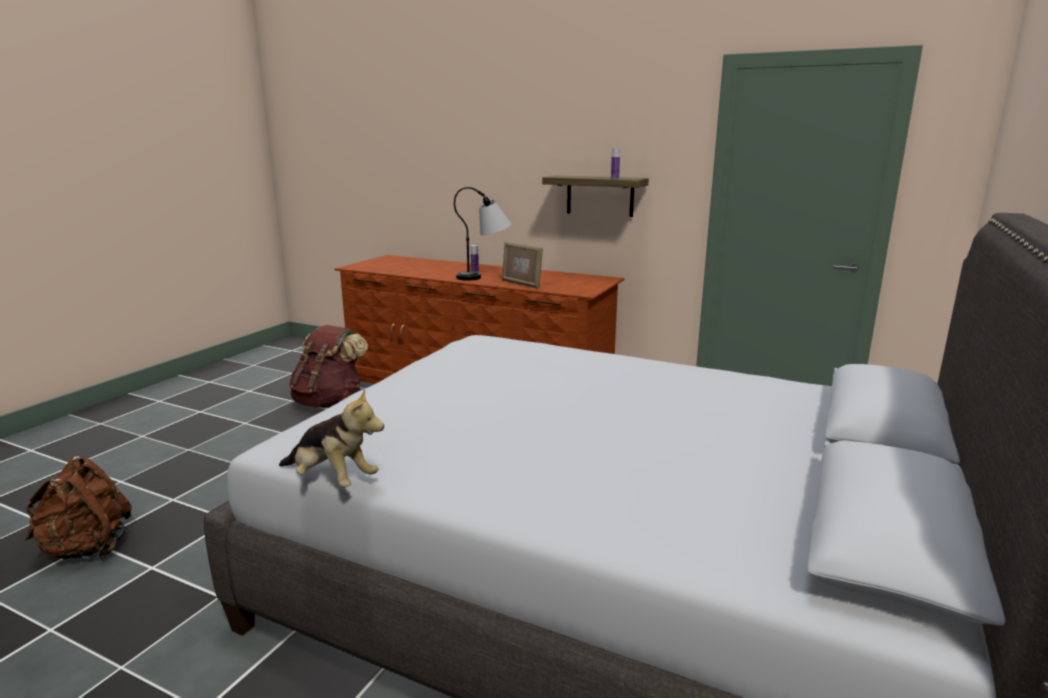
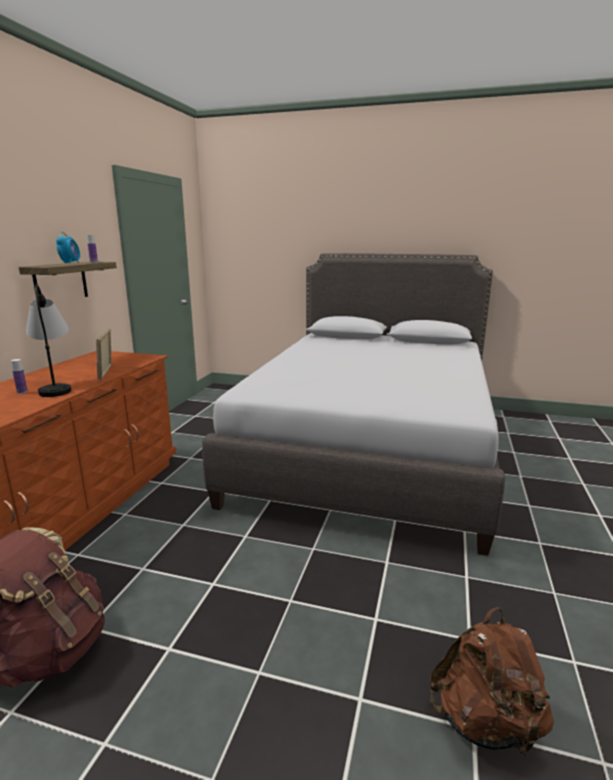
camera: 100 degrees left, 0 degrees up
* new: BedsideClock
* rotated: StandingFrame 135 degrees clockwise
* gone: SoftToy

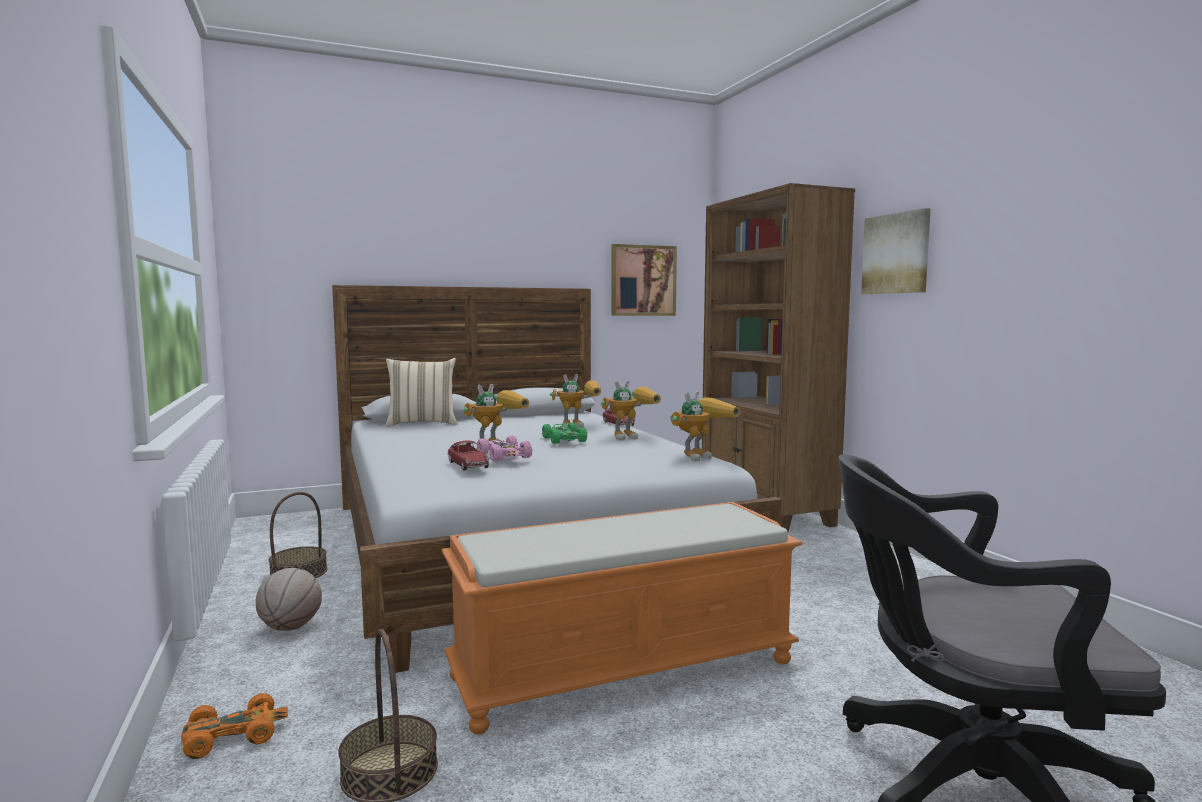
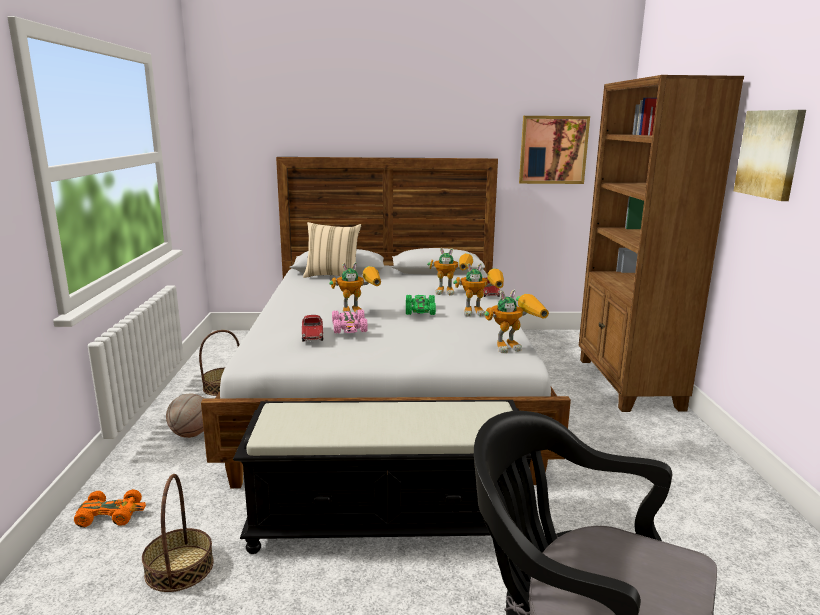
camera: 20 degrees right, 10 degrees up
* repainted: OrangeIndoorBench to BlackishIndoorBench

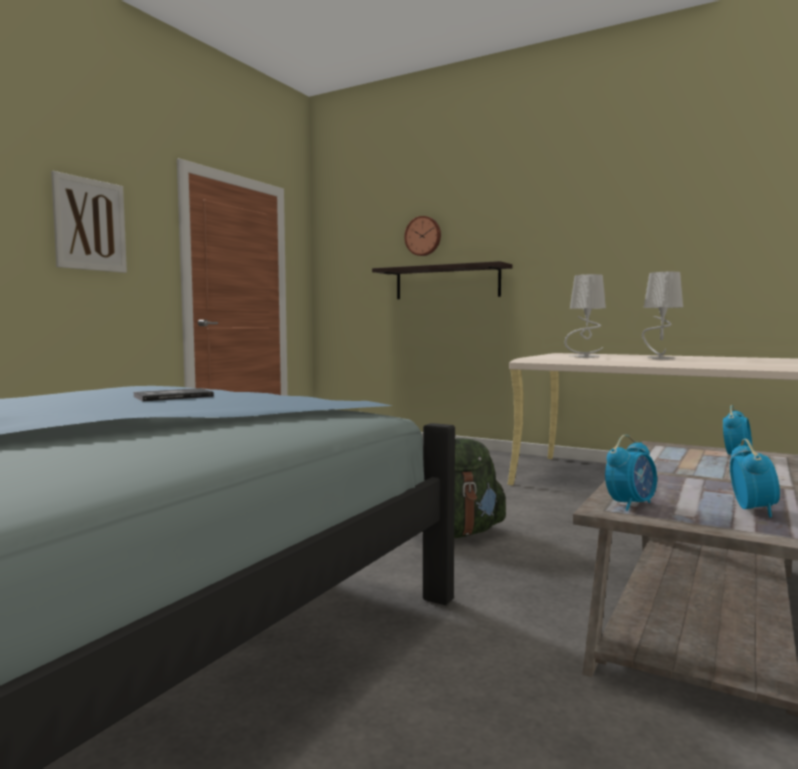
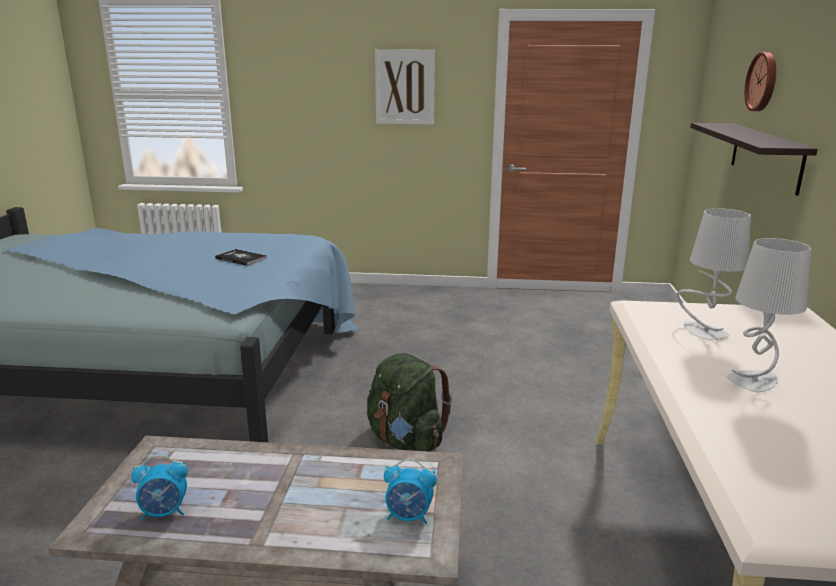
camera: 65 degrees right, 15 degrees up
* gone: BedsideClock (no. 1 from left)

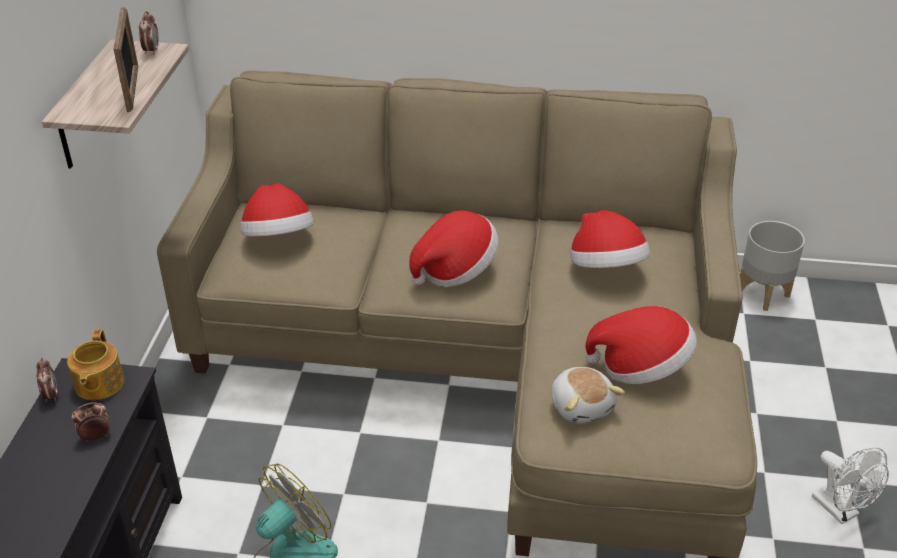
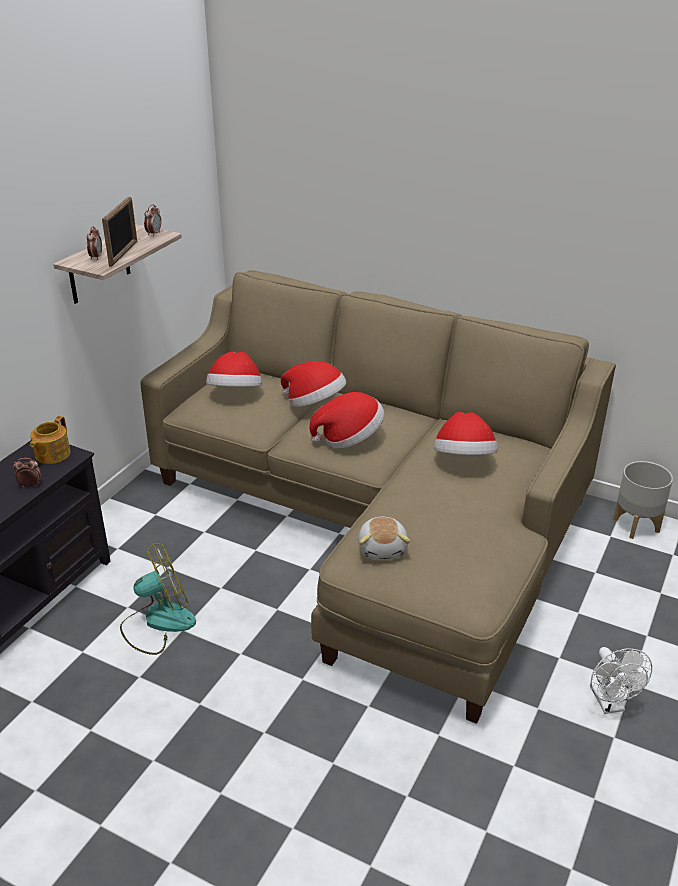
camera: 20 degrees right, 5 degrees down
* shifted: BedsideClock (no. 1 from left in the first image) to BedsideClock (no. 2 from left)
* shifted: WearableHat (no. 4 from left in the first image) to WearableHat (no. 2 from left)

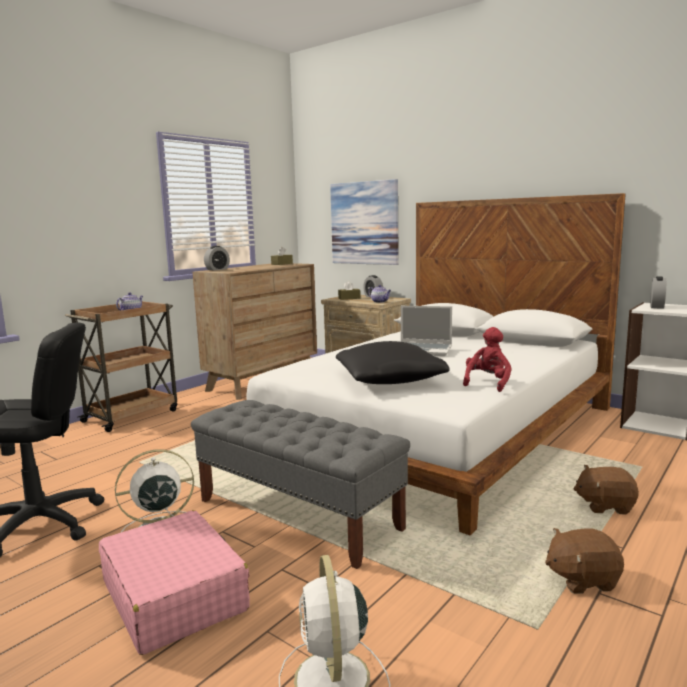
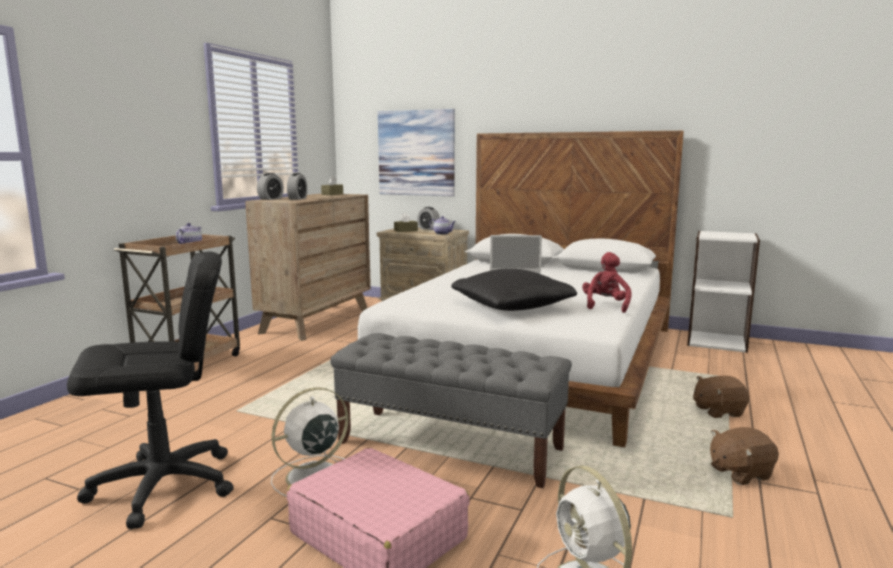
camera: 15 degrees left, 0 degrees up
* shifted: BedsideClock (no. 3 from left in the first image) to BedsideClock (no. 2 from left)

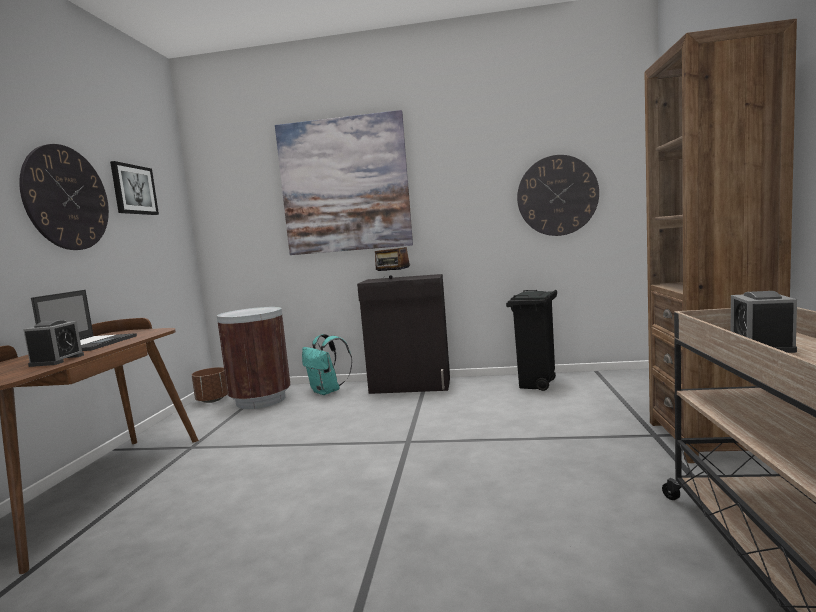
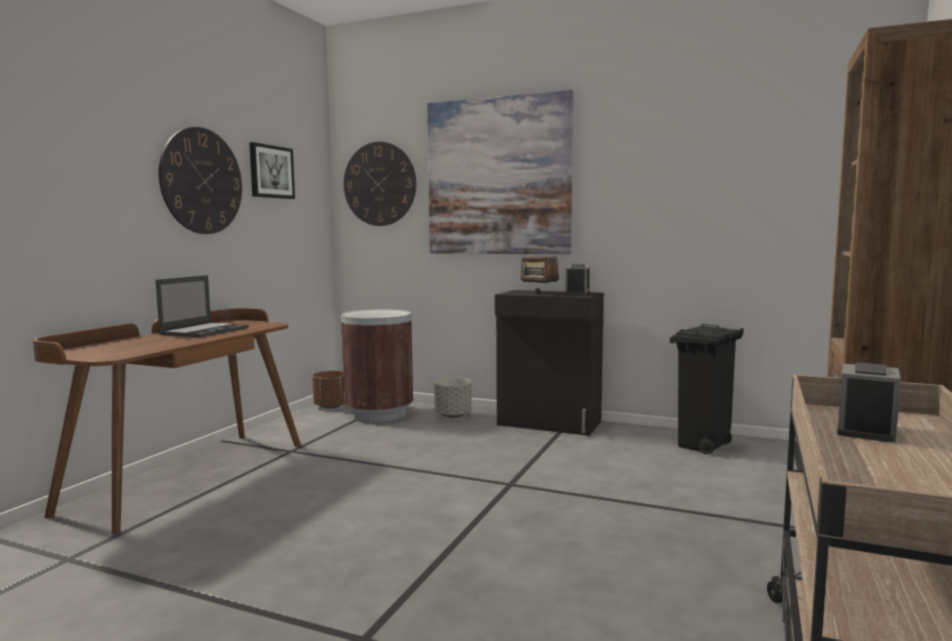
camera: 15 degrees right, 0 degrees up
* shifted: WallClock (no. 2 from left)
* swapped: BlueGreenKnapsack to GreyishFlowerPot
* shifted: BedsideClock (no. 1 from left)

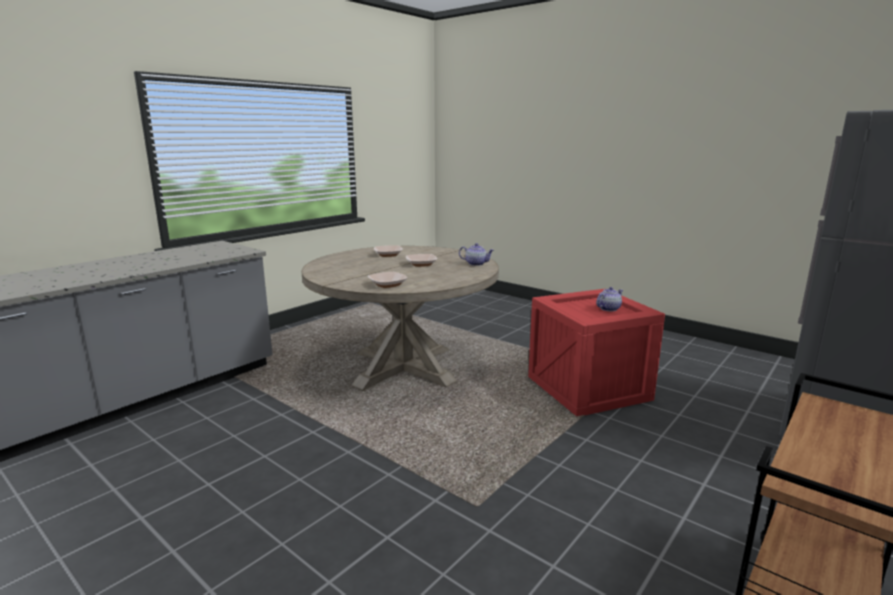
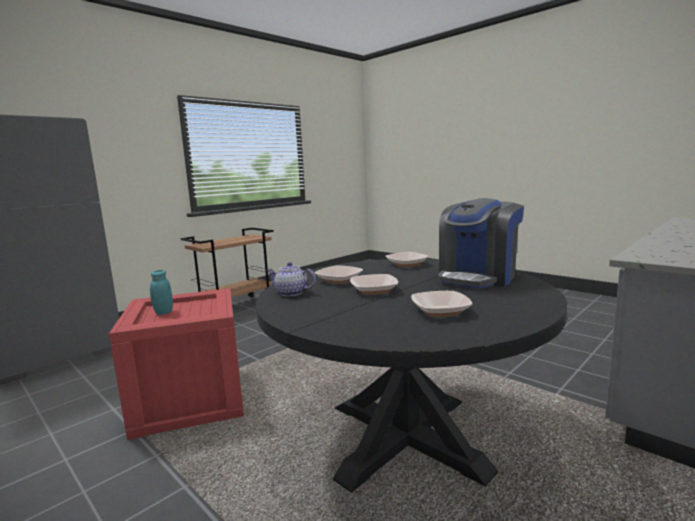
camera: 175 degrees left, 5 degrees down
* swapped: Teapot (no. 2 from left) to BlueGreenJar
* repainted: SandColouredDinnerTable to BlackishDinnerTable
* new: DeepDish (no. 1 from left)
* new: CoffeeMachine

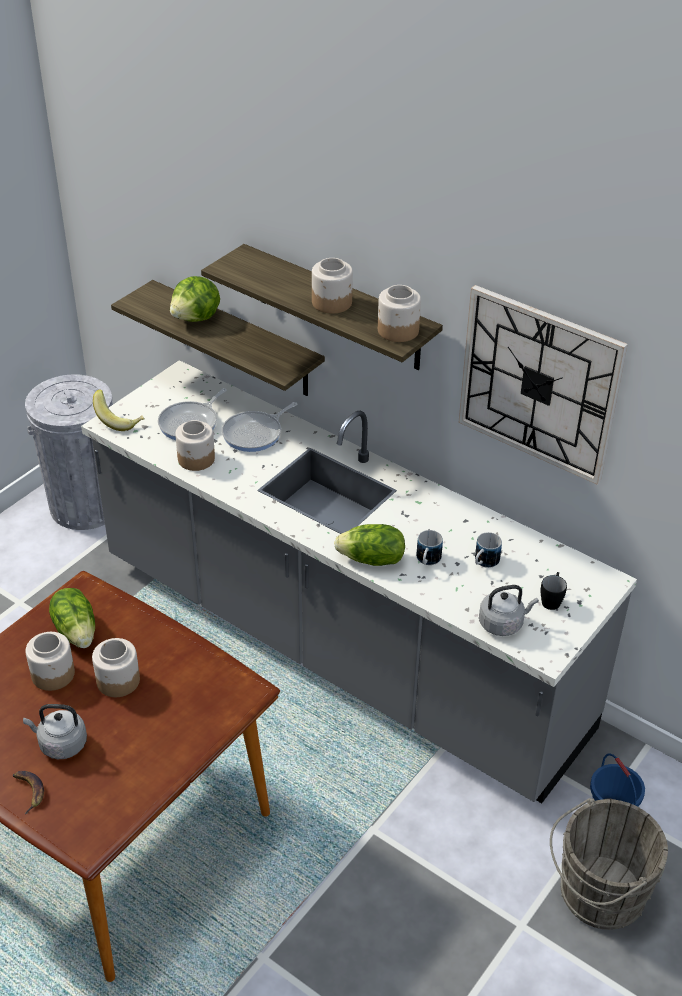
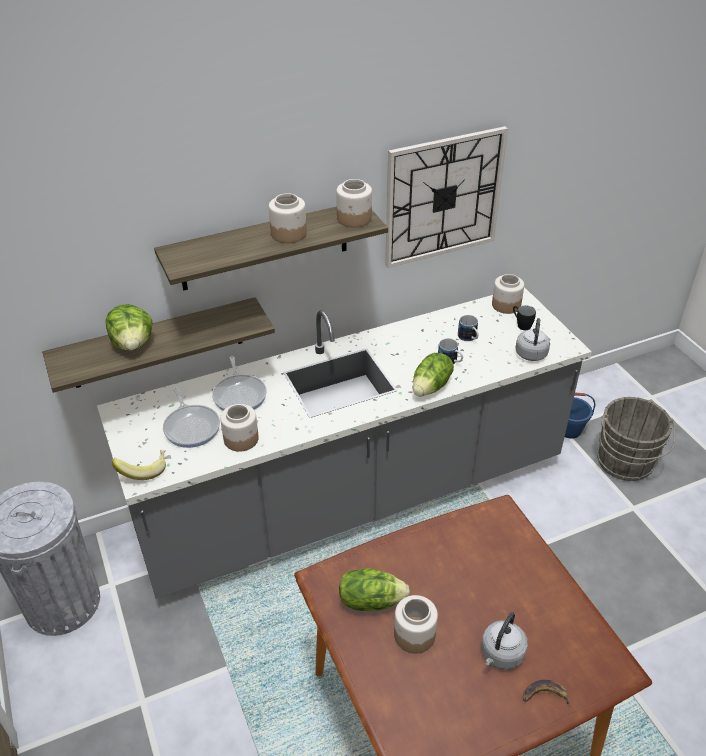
camera: 60 degrees left, 0 degrees up
* shifted: Jar (no. 2 from left in the first image) to Jar (no. 5 from left)

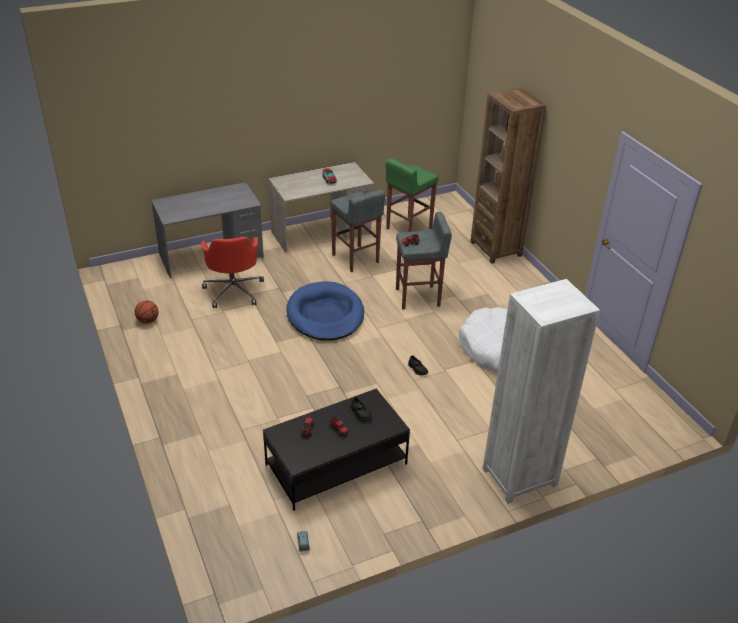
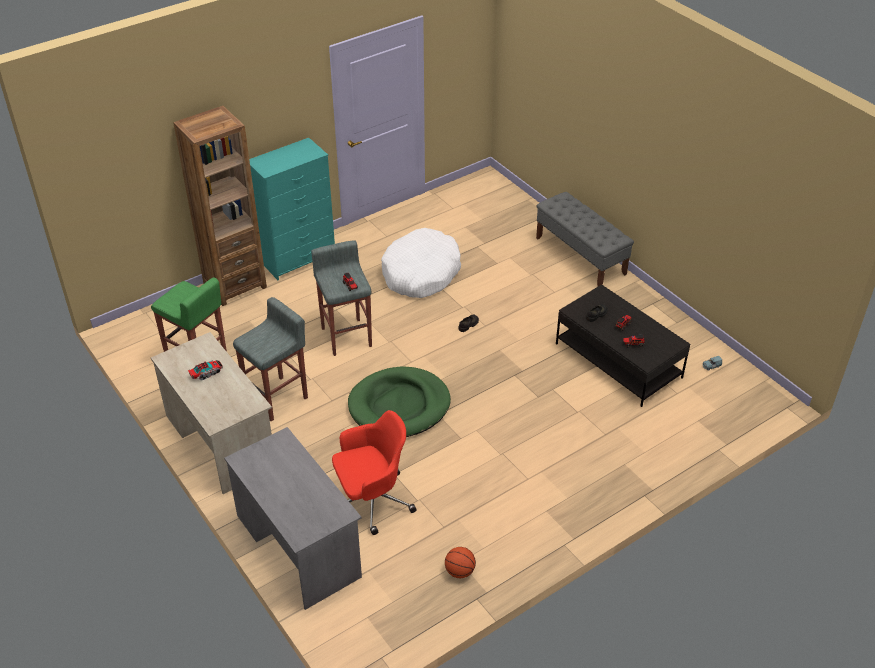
camera: 100 degrees left, 5 degrees up
* new: BlueGreenDrawerChest
* repainted: BluishDogBed to GreenColouredDogBed
* swapped: WhiteColouredBookshelf to GreyishIndoorBench

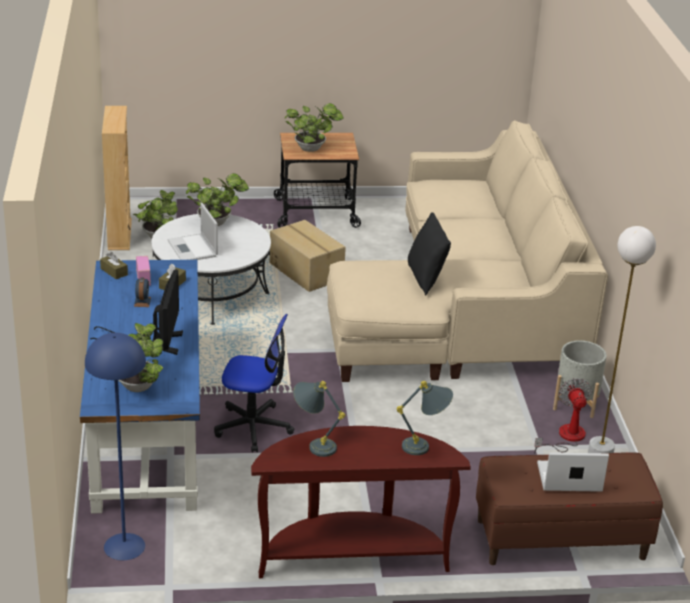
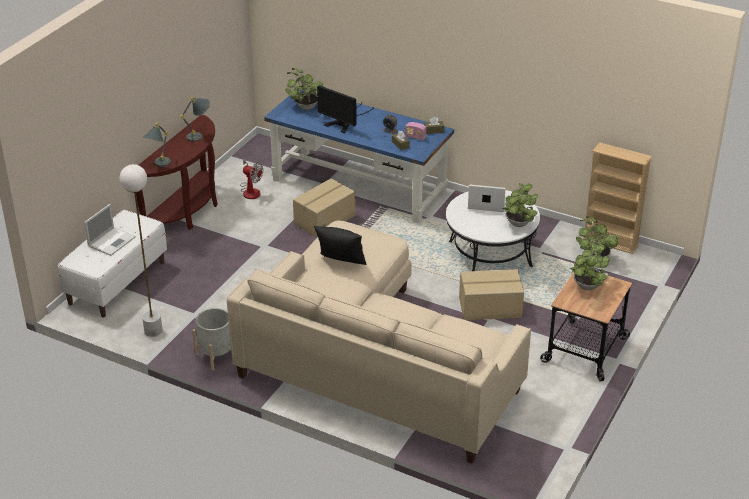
camera: 125 degrees right, 5 degrees up
* repainted: BrownIndoorBench to WhiteColouredIndoorBench
* shifted: ElectricFan
* swapped: OfficeChair to Carton (no. 1 from left)
* gone: BluishStandardLamp

